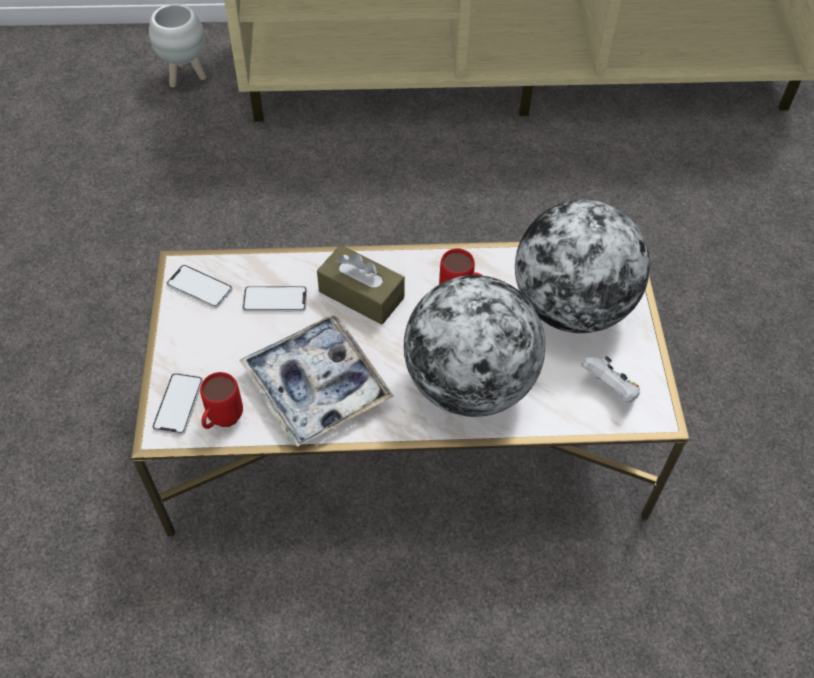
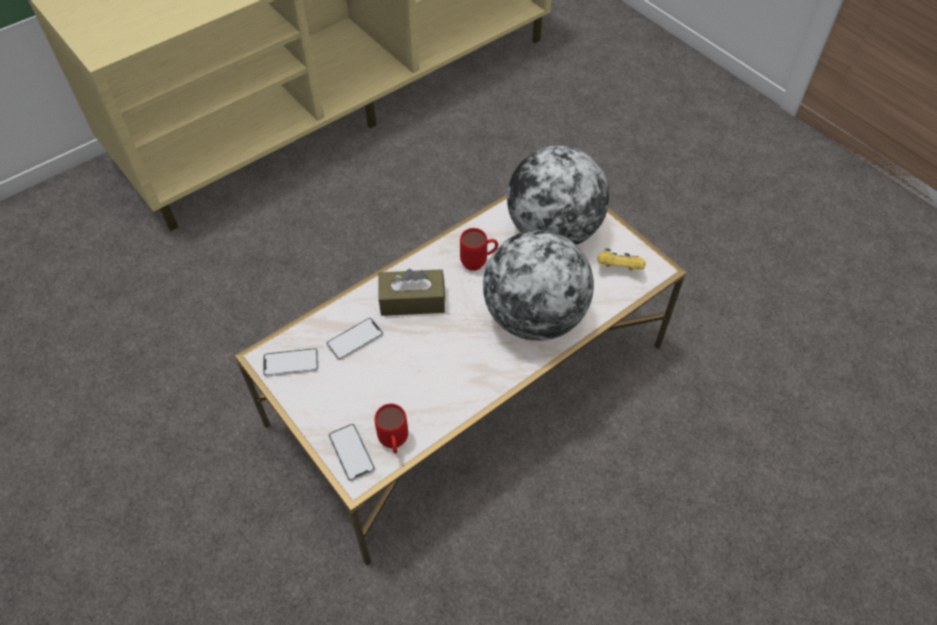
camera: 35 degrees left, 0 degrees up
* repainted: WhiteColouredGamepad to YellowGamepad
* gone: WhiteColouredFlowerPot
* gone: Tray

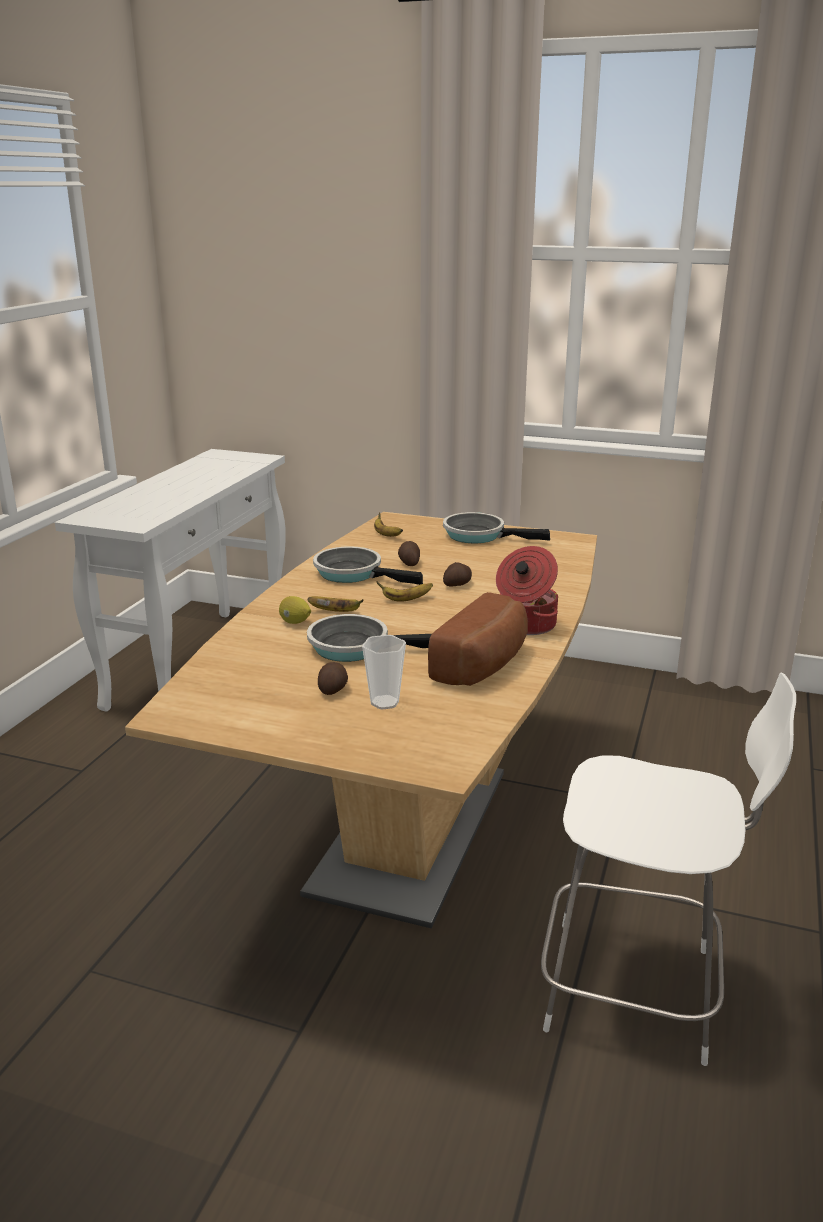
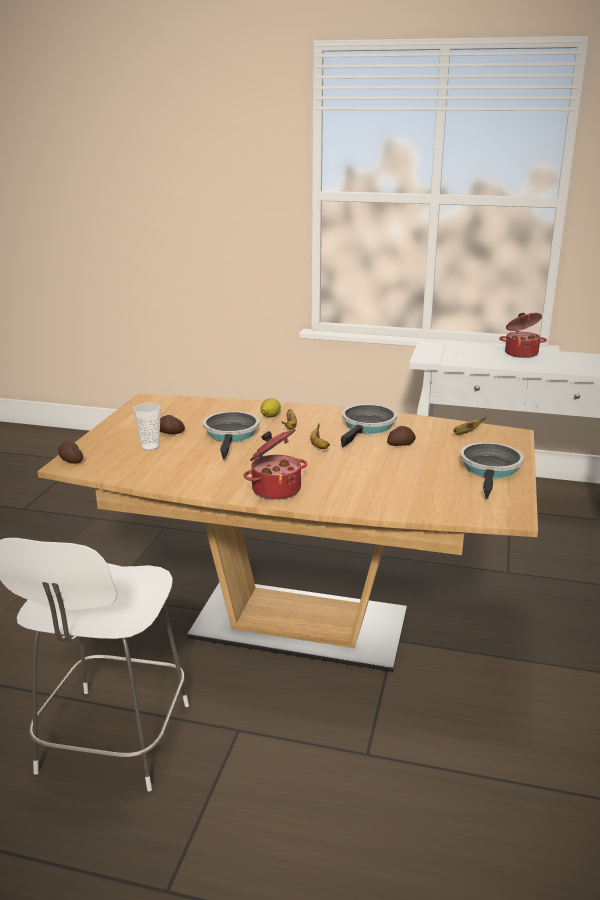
camera: 85 degrees right, 0 degrees up
* shifted: Spud (no. 3 from left in the first image) to Spud (no. 1 from left)
* new: Saucepot (no. 2 from left)
* gone: Bread

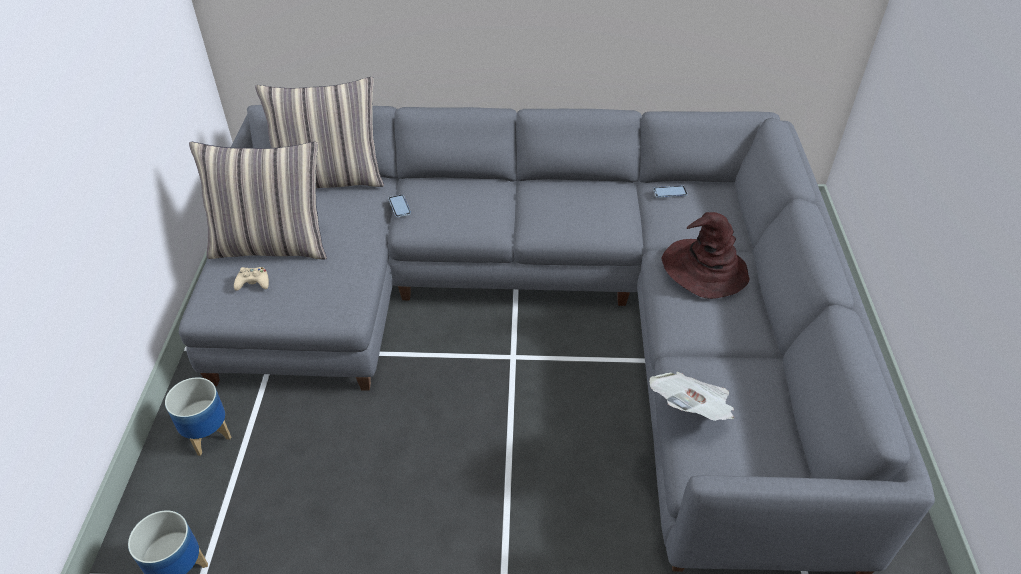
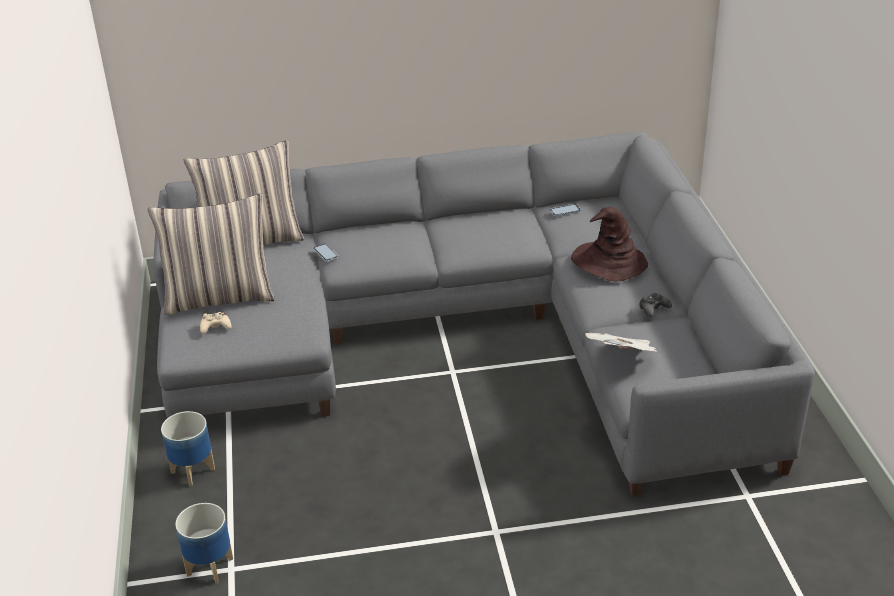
camera: 10 degrees left, 10 degrees down
* new: BlackishGamepad

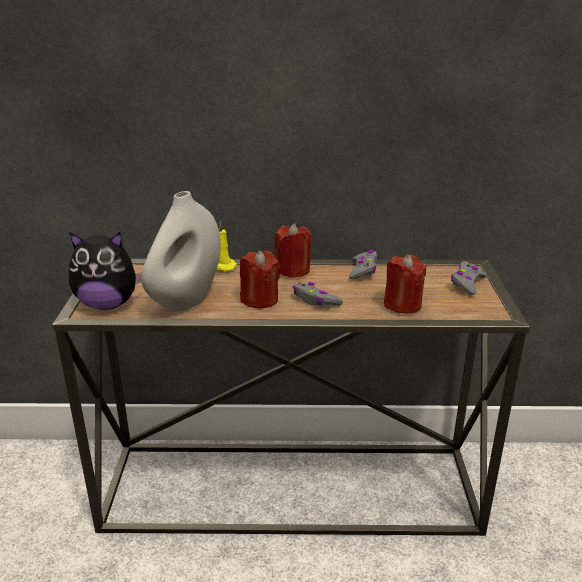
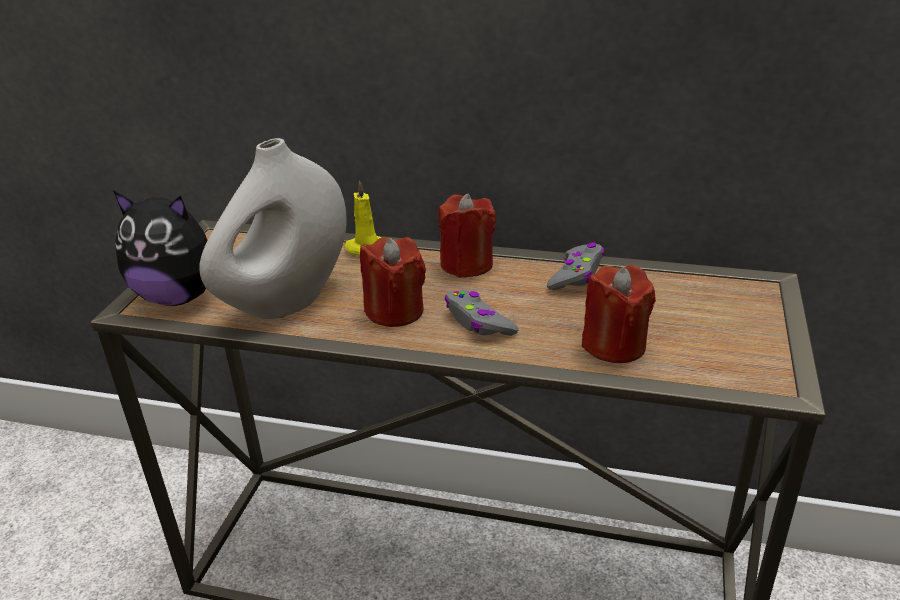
camera: 15 degrees right, 5 degrees up
* gone: GreyishGamepad (no. 3 from left)

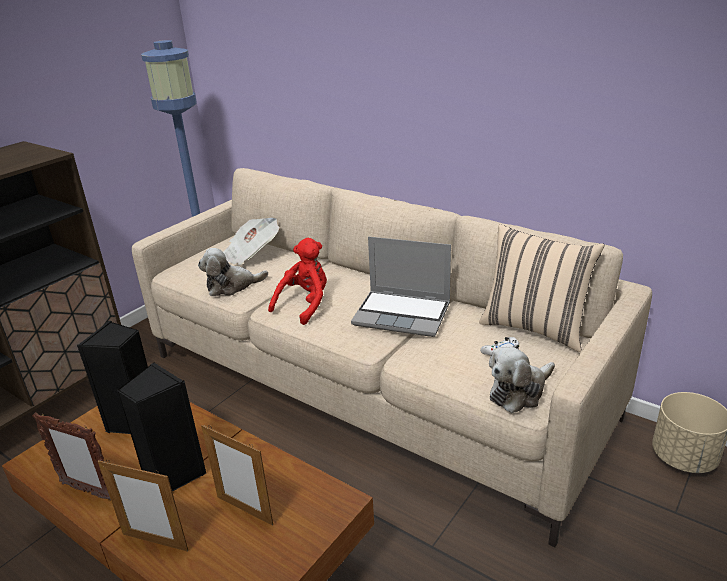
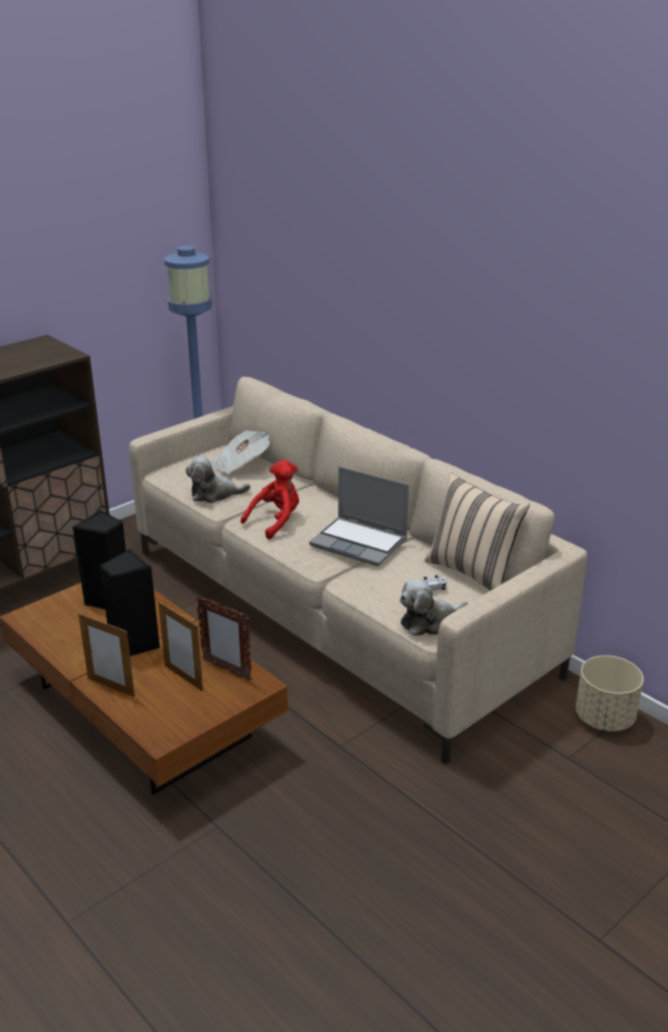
camera: 10 degrees right, 0 degrees up
* shifted: StandingFrame (no. 1 from left in the first image) to StandingFrame (no. 3 from left)

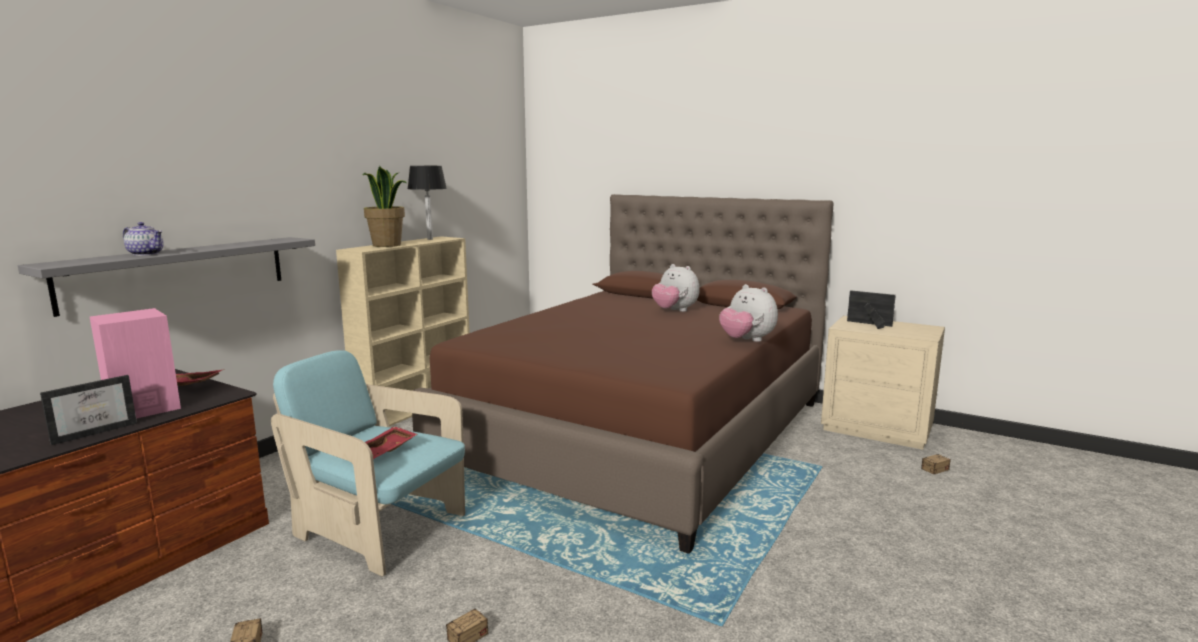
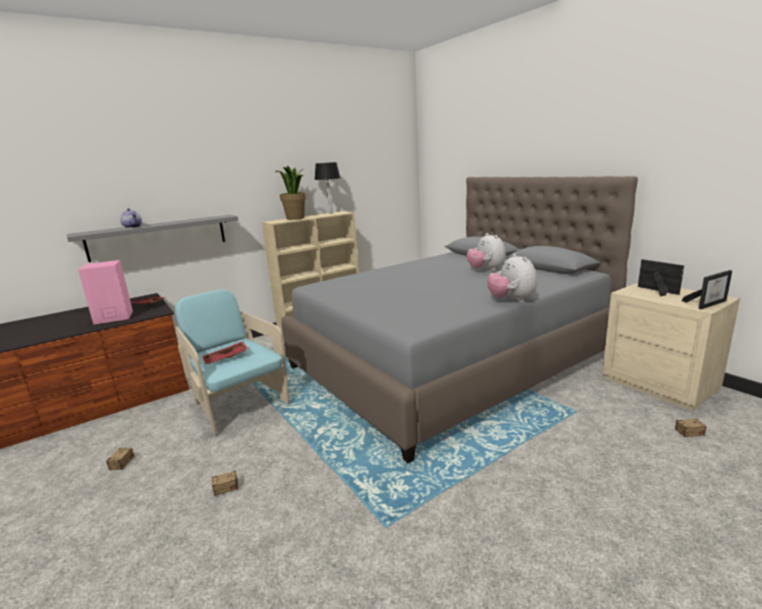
camera: 25 degrees right, 5 degrees up
* repainted: BrownBed to GreyishBed
* shifted: StandingFrame (no. 1 from left in the first image) to StandingFrame (no. 2 from left)

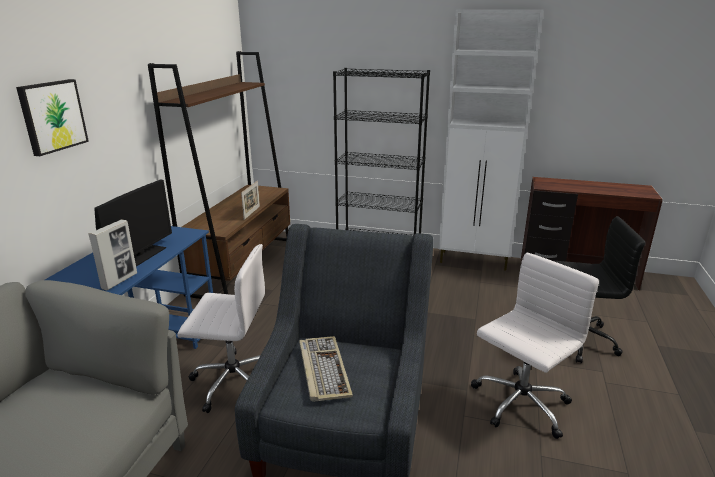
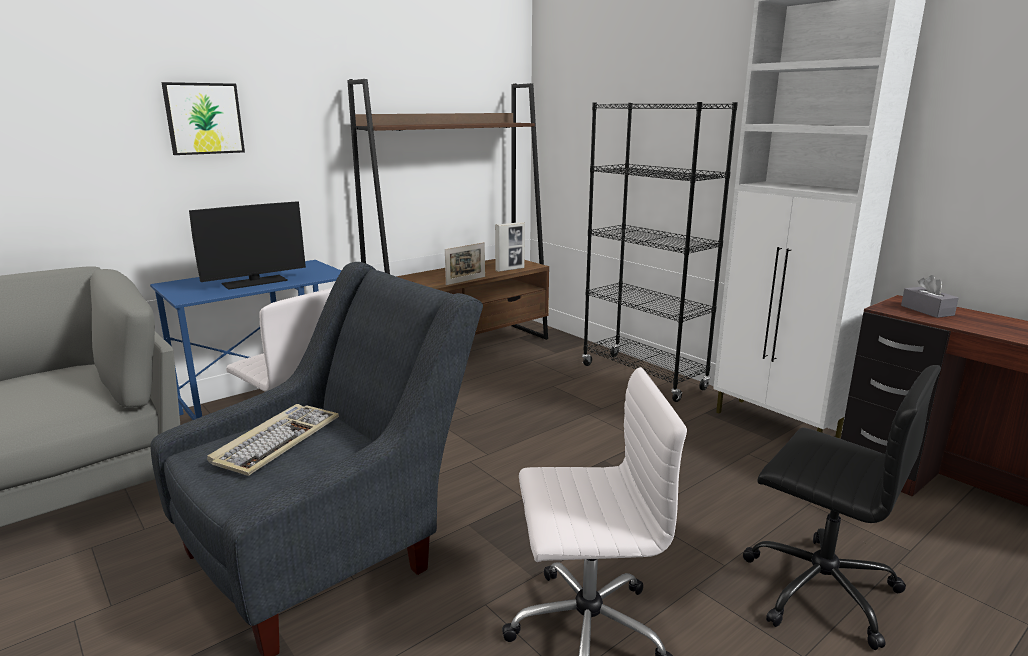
camera: 35 degrees right, 5 degrees down
* shifted: StandingFrame (no. 1 from left in the first image) to StandingFrame (no. 2 from left)
* new: GreyishTissueBox

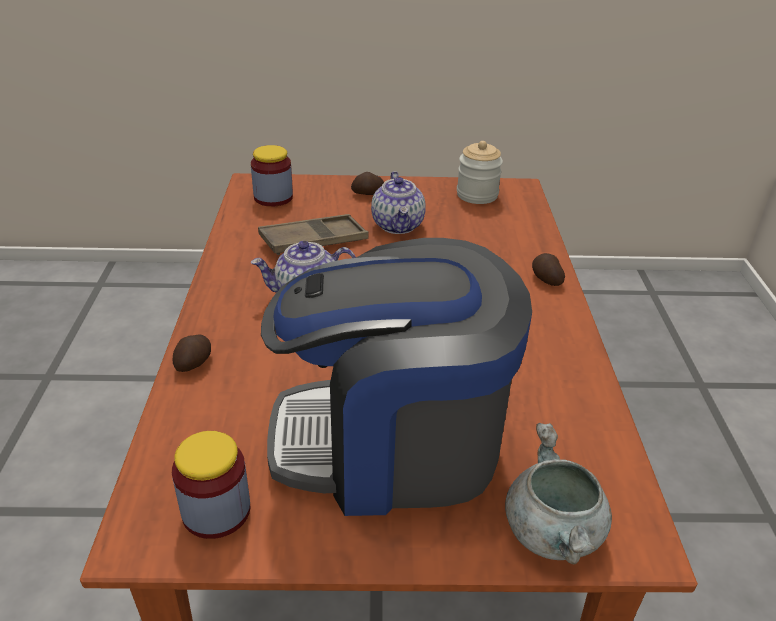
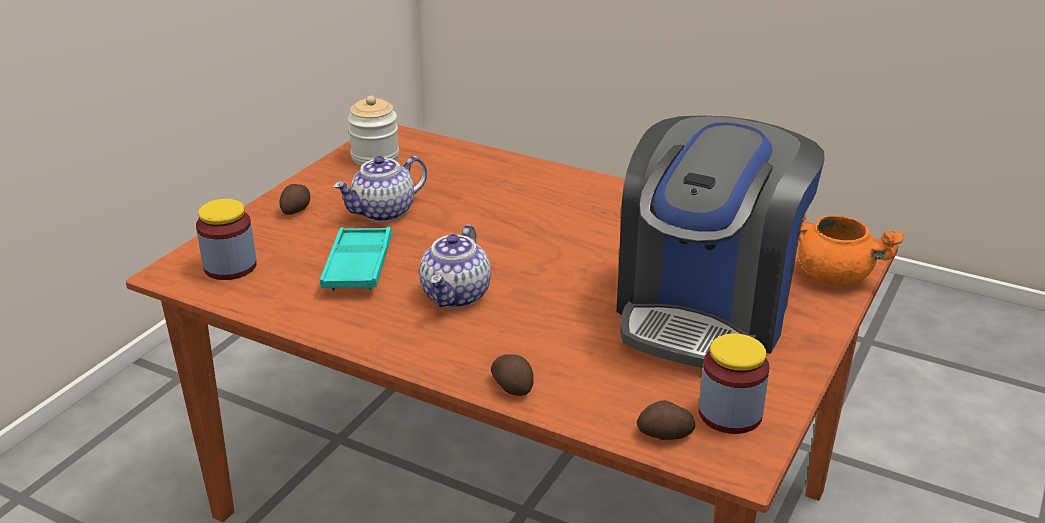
camera: 60 degrees left, 5 degrees down
* repainted: BrownTray to BlueGreenTray
* rotated: Teapot (no. 2 from left in the first image) 120 degrees clockwise
* shifted: Spud (no. 3 from left)
* repainted: GreyishSaucepot to OrangeSaucepot

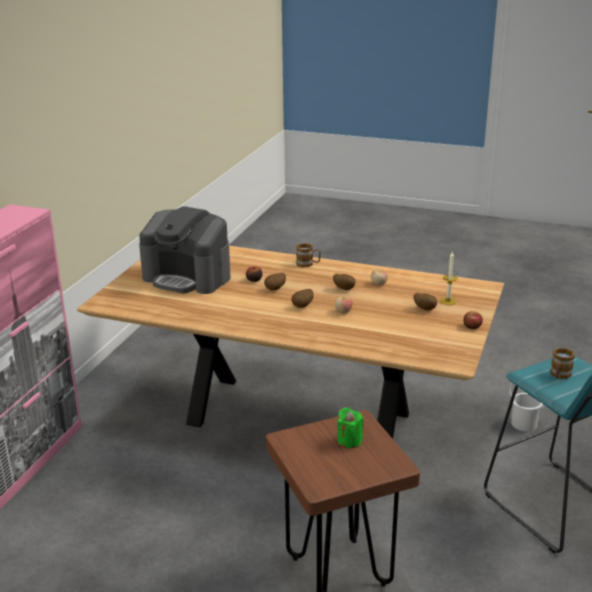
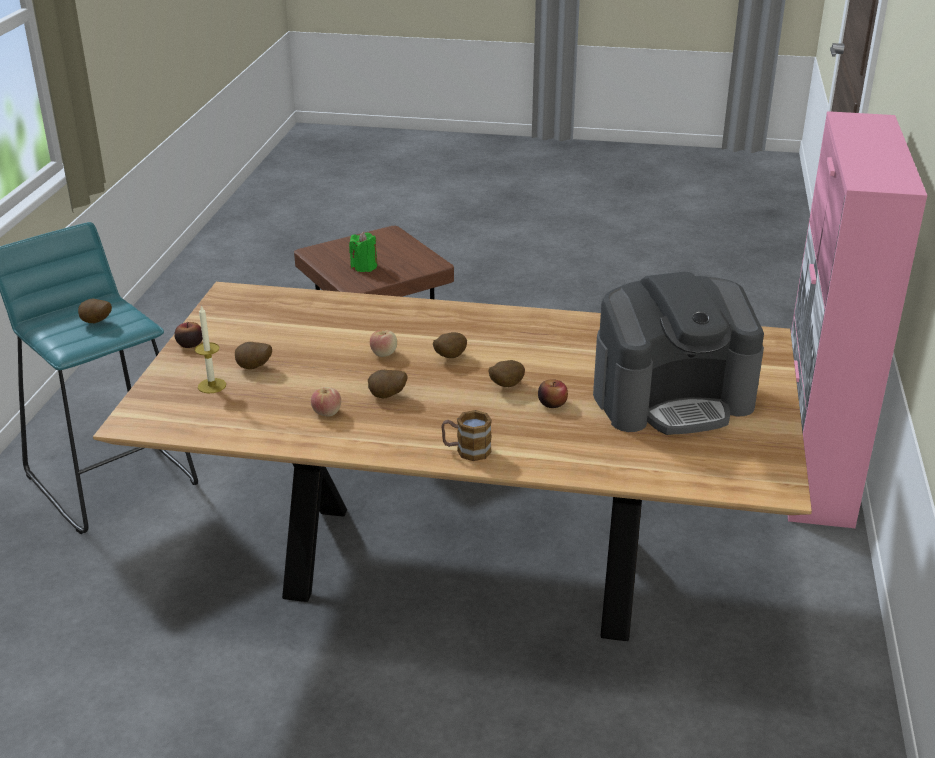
camera: 170 degrees right, 5 degrees up
* swapped: TeaMug (no. 2 from left) to Spud (no. 1 from left)
* rotated: CoffeeMachine 150 degrees clockwise
* gone: WhiteColouredPail

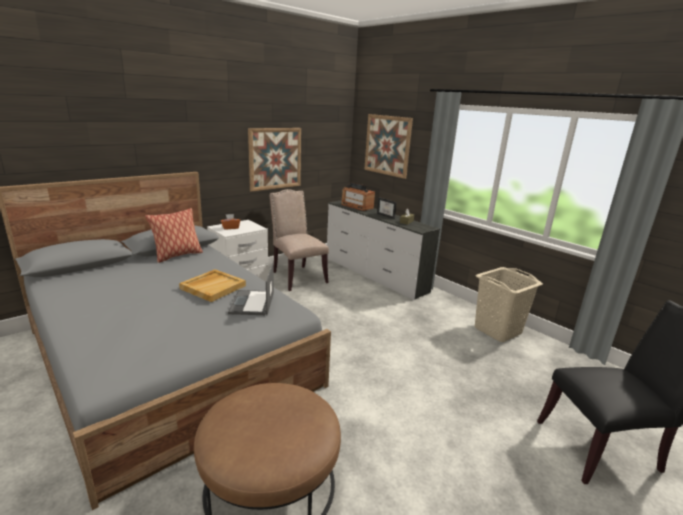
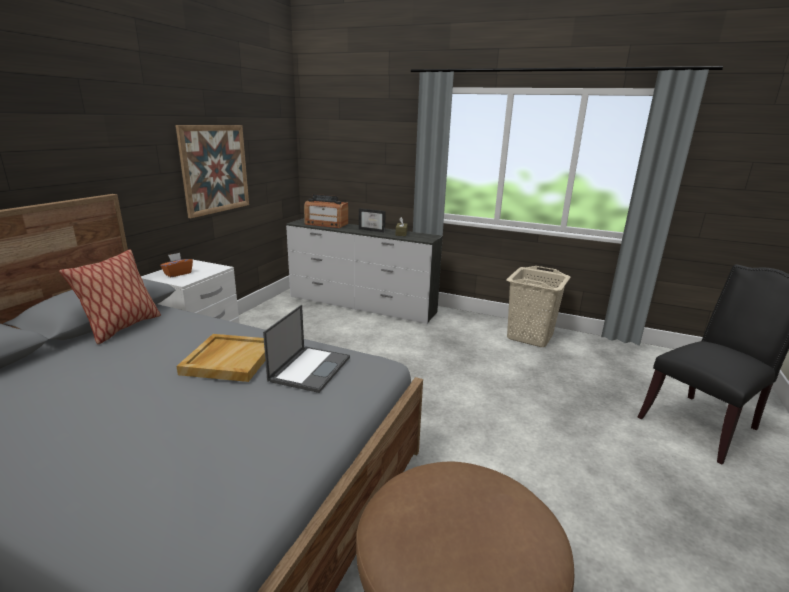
camera: 25 degrees left, 0 degrees up
* rotated: PortableComputer 135 degrees counterclockwise
* gone: SandColouredPlainChair
* gone: Picture (no. 2 from left)

